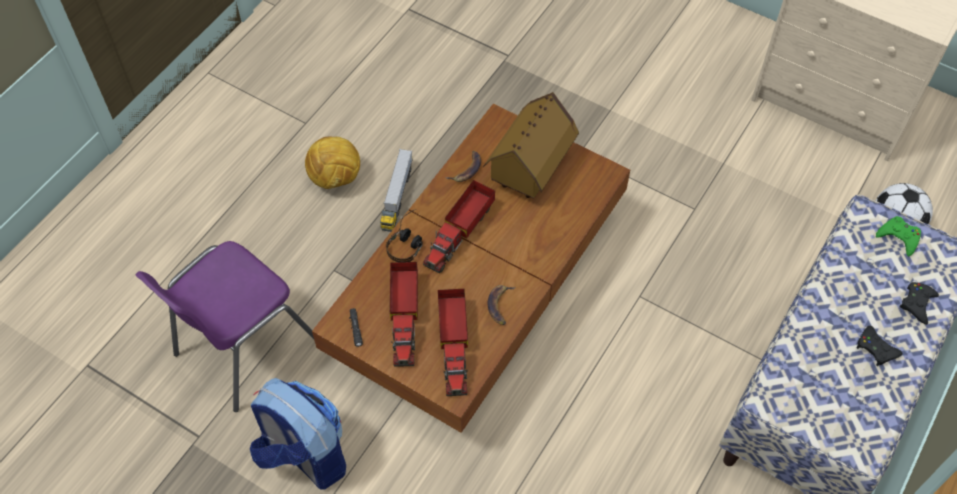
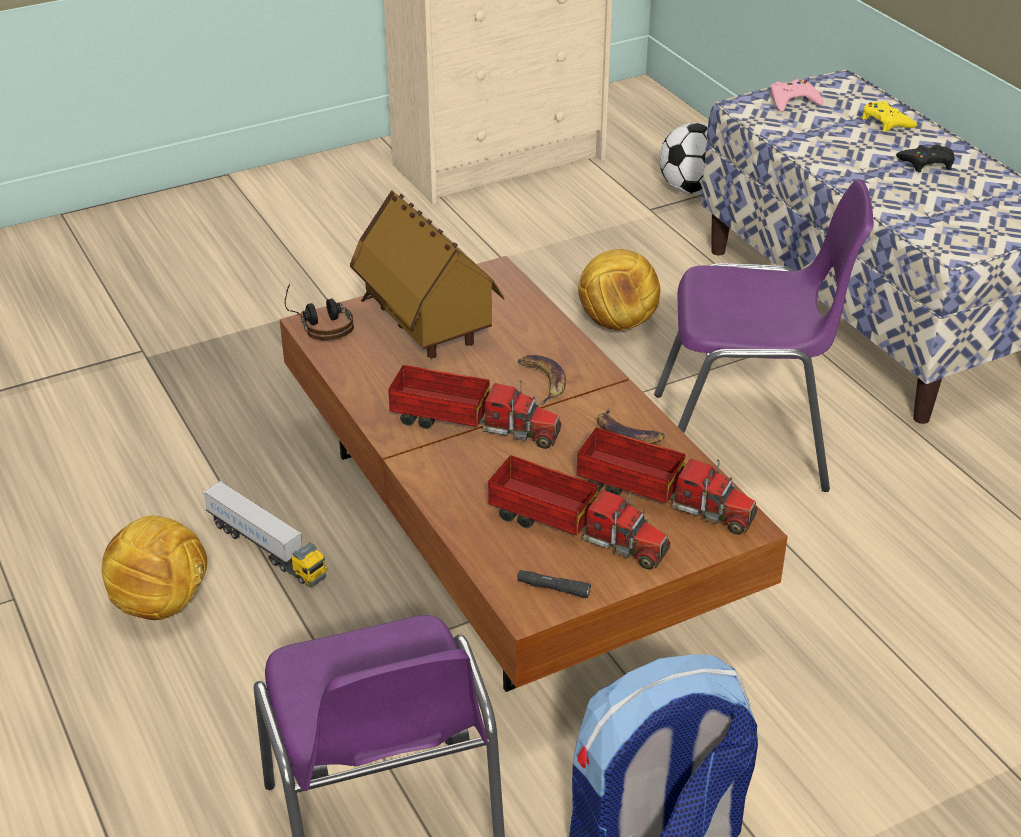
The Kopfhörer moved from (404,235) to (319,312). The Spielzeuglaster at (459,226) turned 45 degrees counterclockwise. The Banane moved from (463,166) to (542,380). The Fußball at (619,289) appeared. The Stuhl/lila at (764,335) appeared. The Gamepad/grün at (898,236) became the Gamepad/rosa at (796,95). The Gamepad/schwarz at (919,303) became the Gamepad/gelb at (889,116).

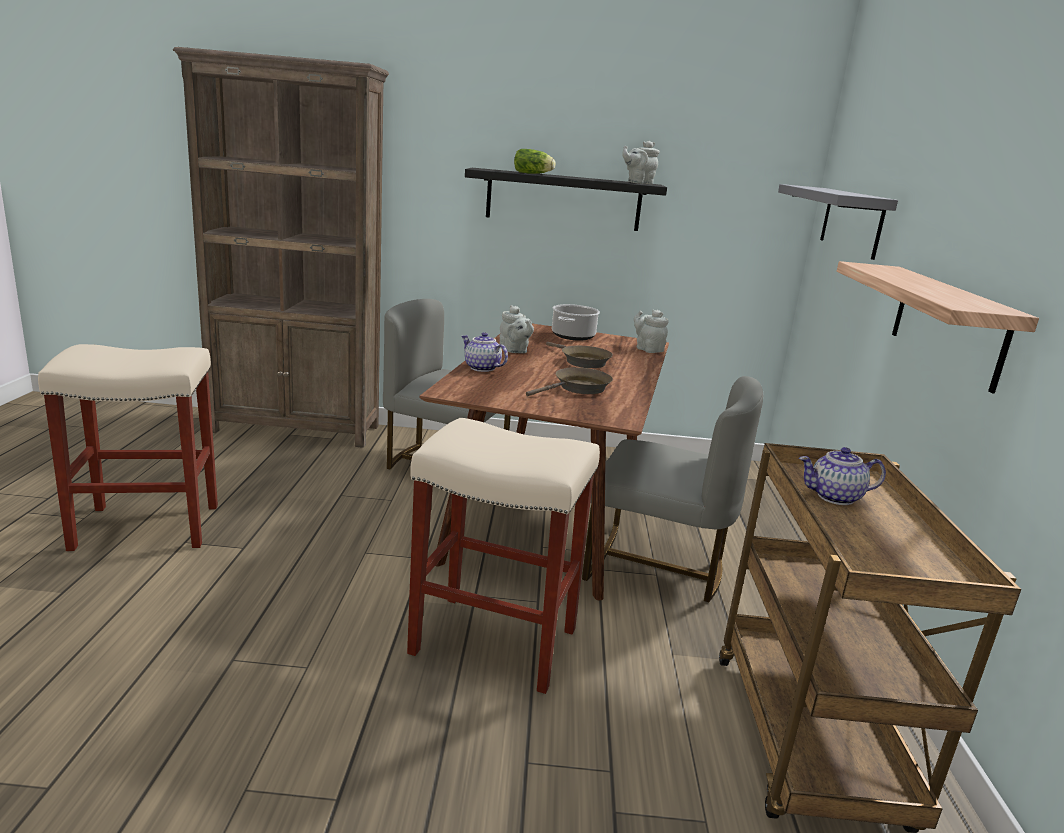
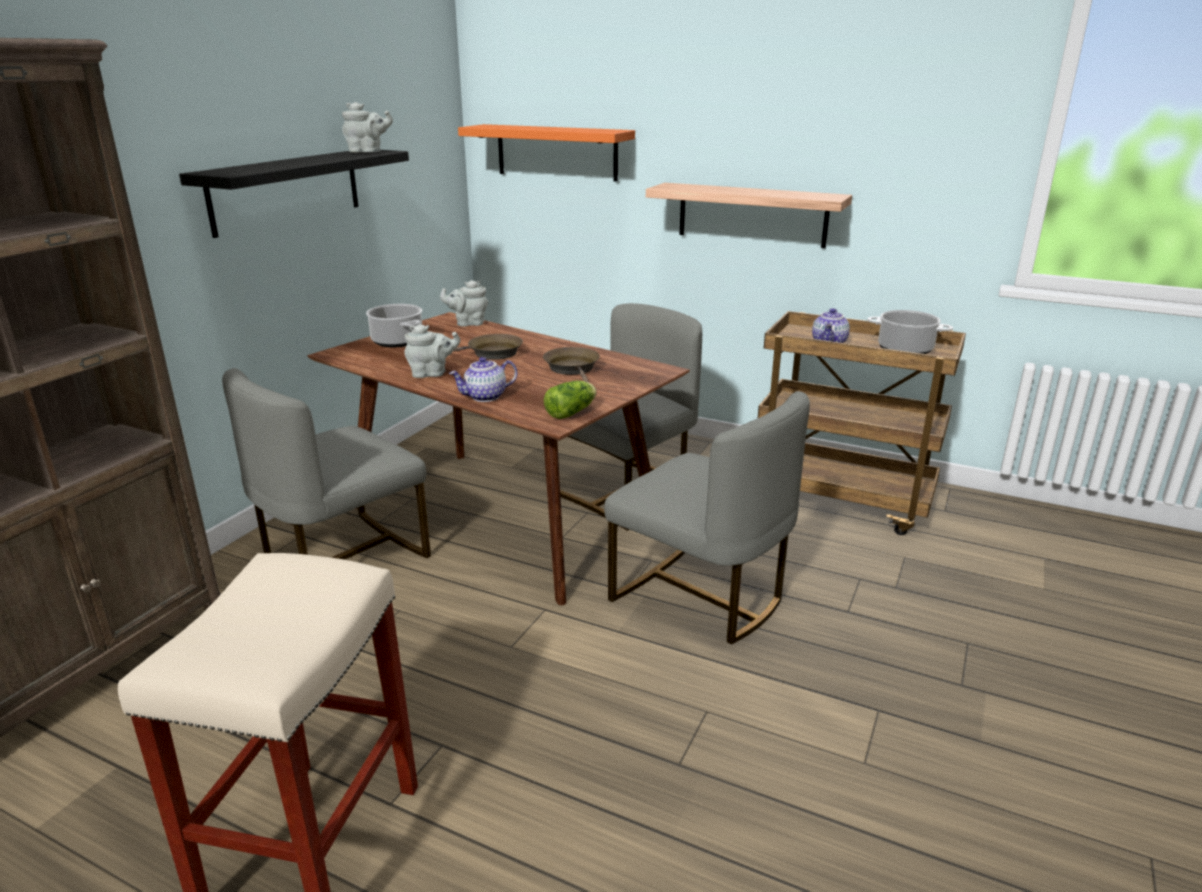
The Teekanne/grau at (641,162) turned 90 degrees counterclockwise. The Wandregal/grau at (838,222) became the Wandregal/orange at (546,153). The Salatkopf moved from (535,161) to (570,400). The Hocker/beige at (503,556) was replaced by the Stuhl/grau at (707,517). The Kochtopf at (910,332) appeared.

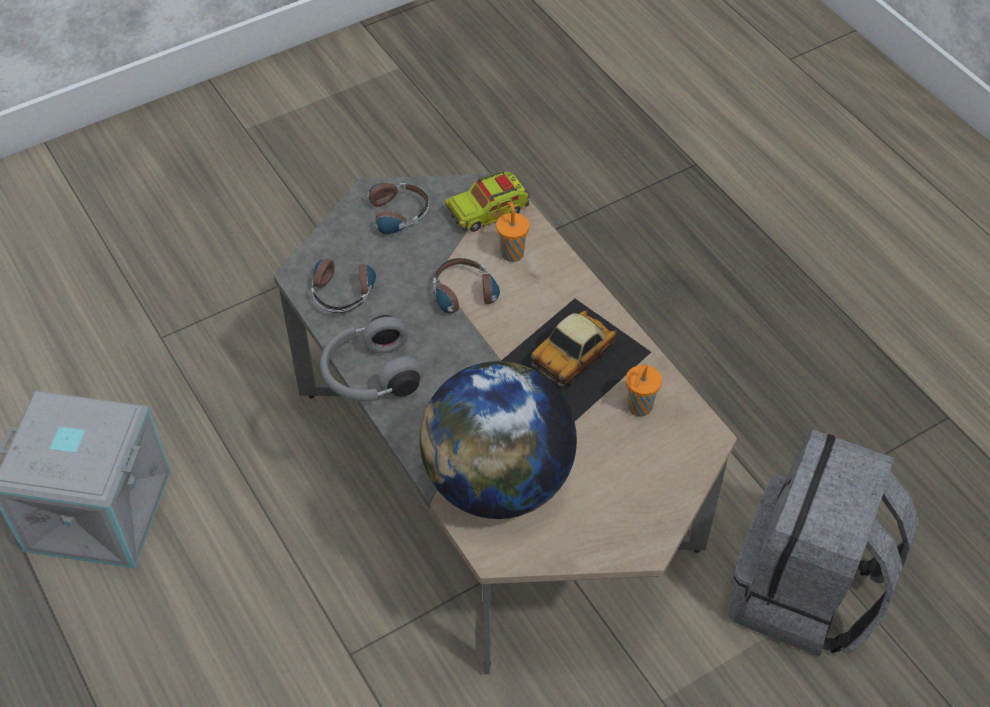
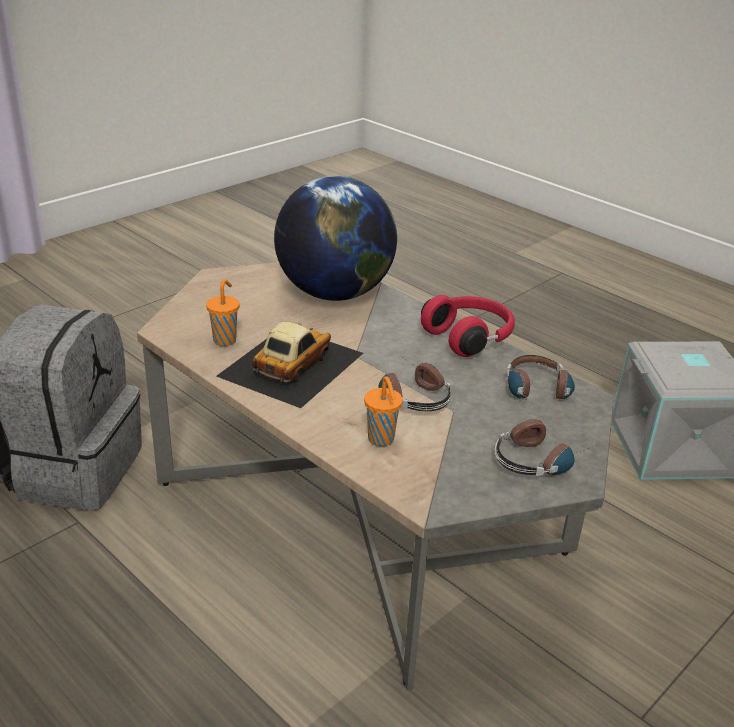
The Kopfhörer/grau at (371,358) became the Kopfhörer/rot at (468,326). The Spielzeuglaster at (487,201) disappeared.

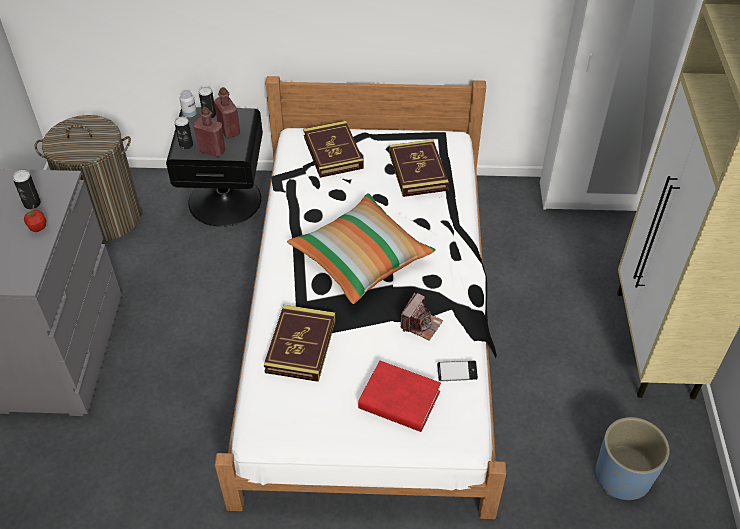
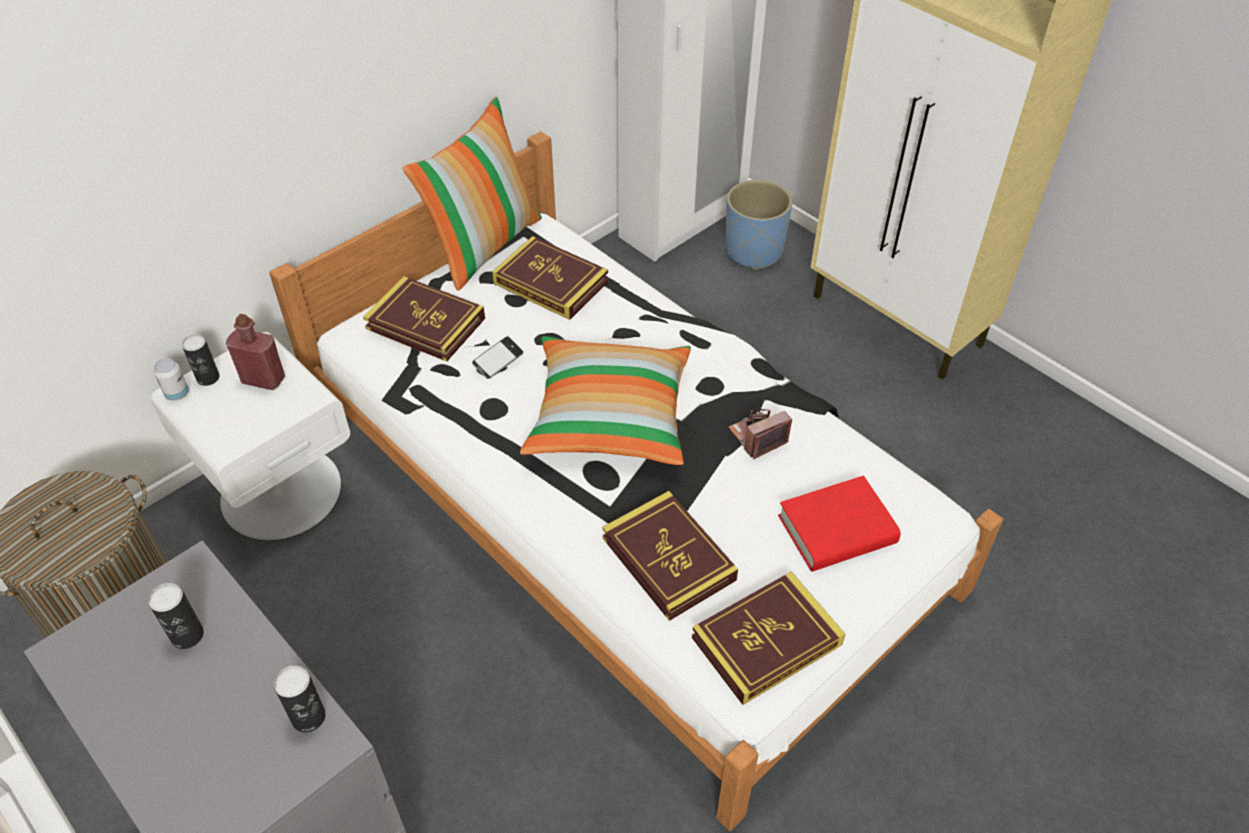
The Nachttisch/schwarz at (214,167) became the Nachttisch/weiß at (250,436). The Dose moved from (183,133) to (300,699). The Kissen at (472,194) appeared. The Handy moved from (457,371) to (497,357). The Buch at (768,638) appeared. The Pflanzkübel/blau moved from (633,458) to (758,225). The Kamera at (421,316) turned 105 degrees counterclockwise. The Apfel at (35,218) disappeared. The Flasche/rot at (209,132) disappeared.

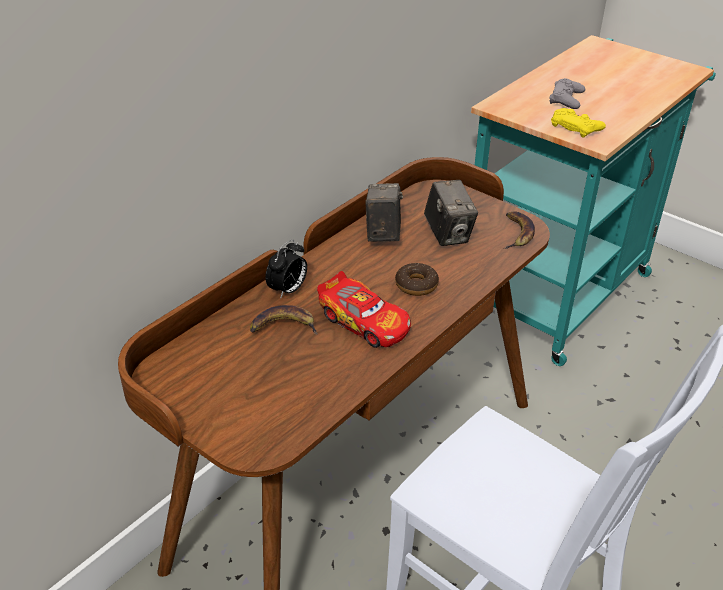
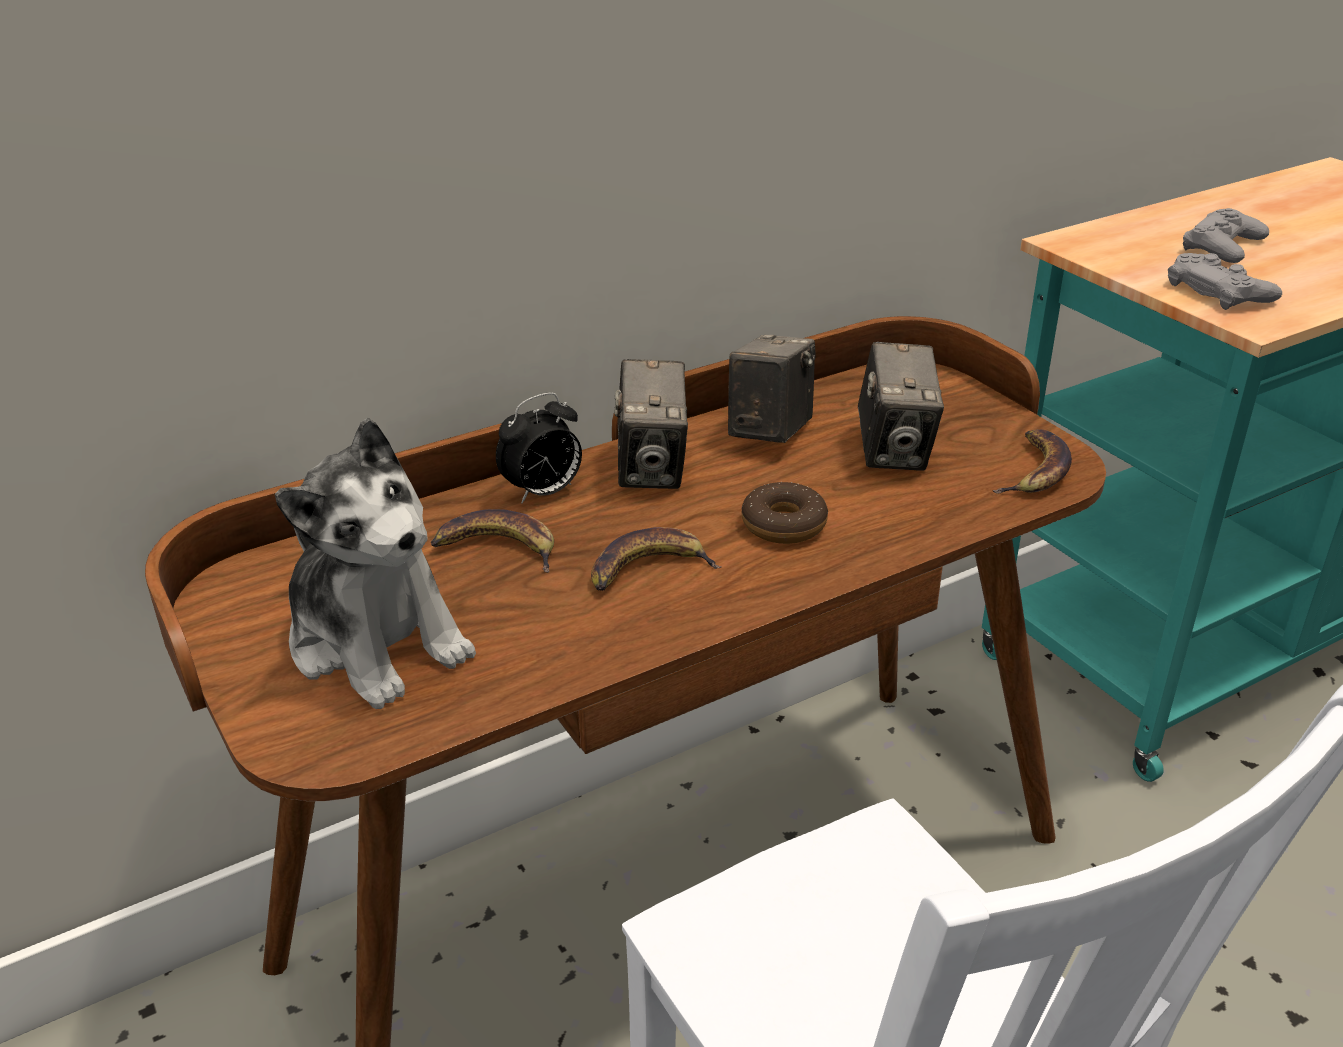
The Plüschtier at (375,563) appeared. The Spielzeugauto at (364,309) was replaced by the Banane at (656,559). The Kamera at (651,424) appeared. The Gamepad/gelb at (578,123) became the Gamepad/grau at (1225,281).

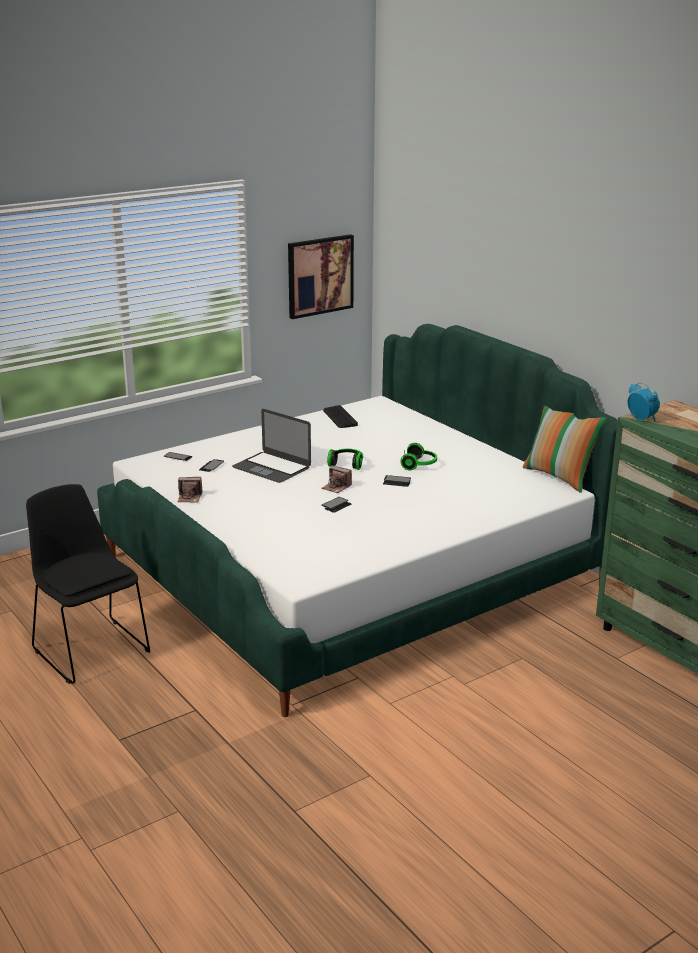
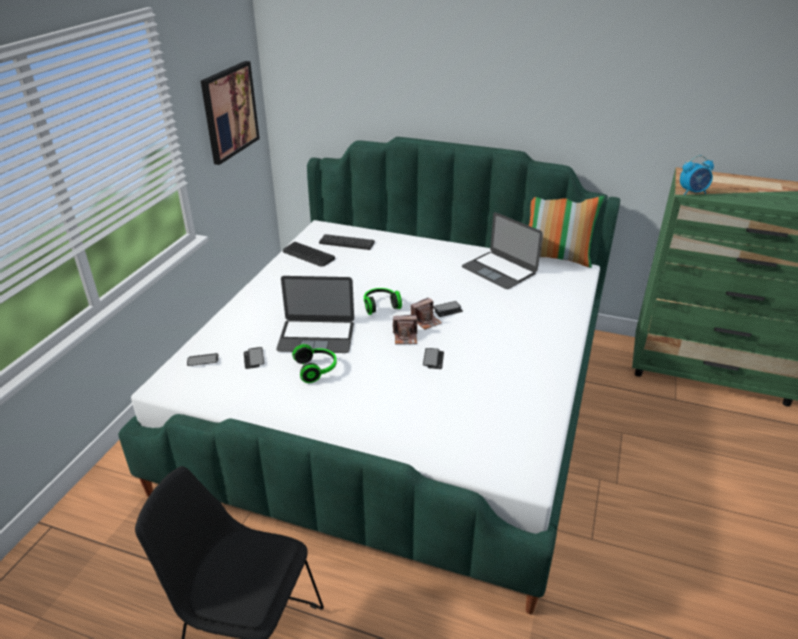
The Kopfhörer moved from (418,456) to (314,363). The Tastatur at (347,242) appeared. The Kamera moved from (190,489) to (426,314). The Laptop at (502,250) appeared. The Wecker at (643,402) turned 150 degrees clockwise.

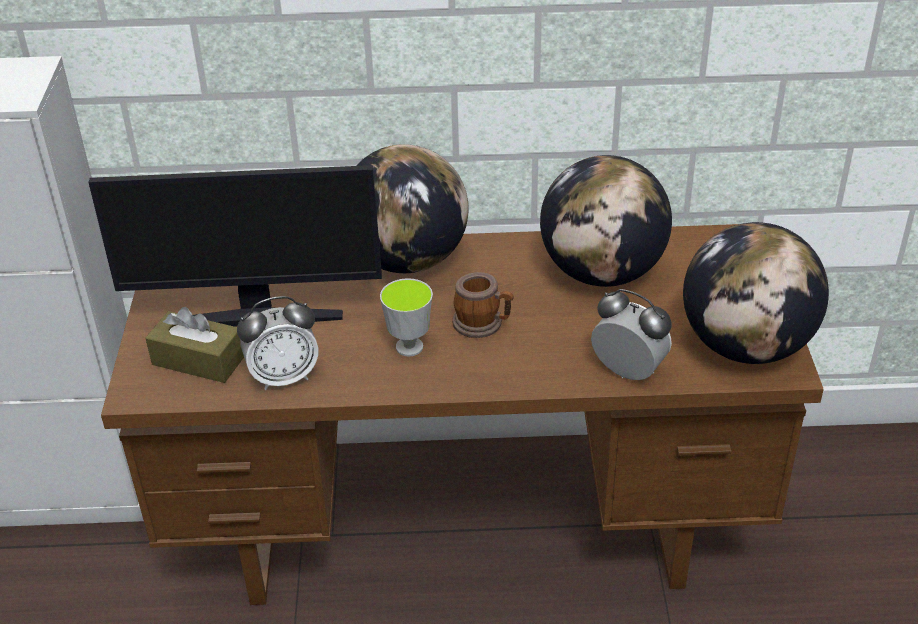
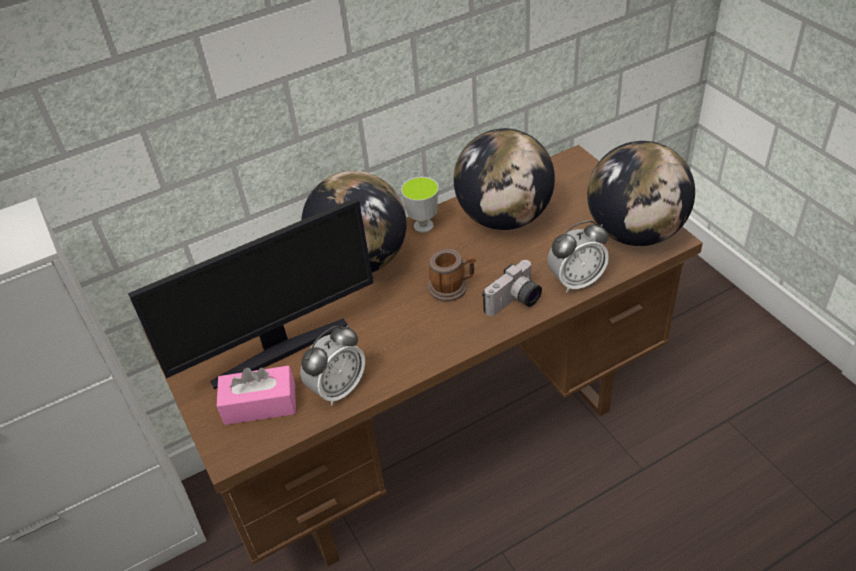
The Taschentuchbox/braun at (194,345) became the Taschentuchbox/rosa at (256,395). The Tasse moved from (406,317) to (420,205). The Kamera at (512,288) appeared. The Wecker at (631,334) turned 150 degrees clockwise.

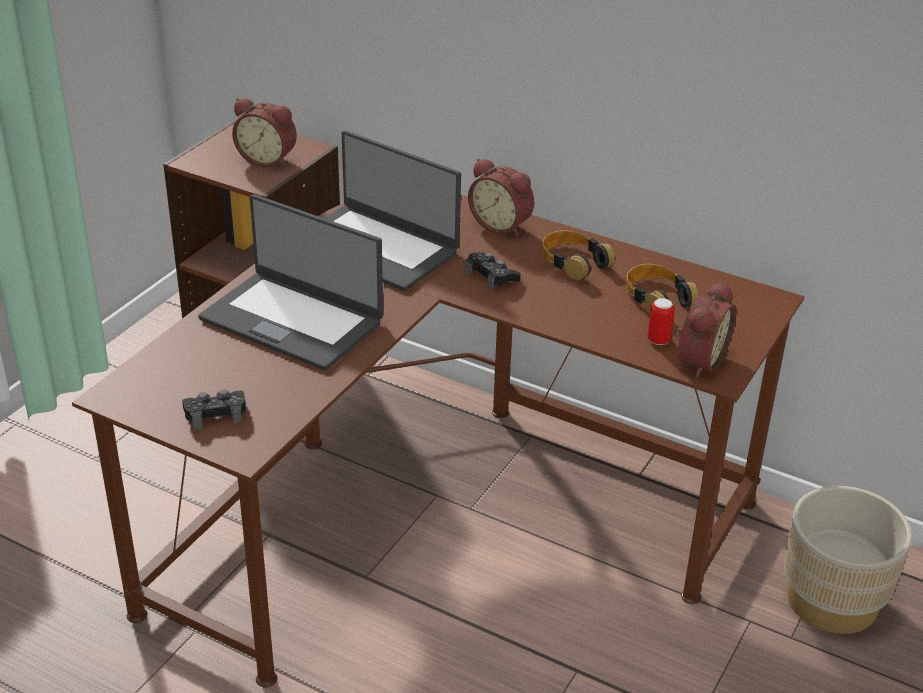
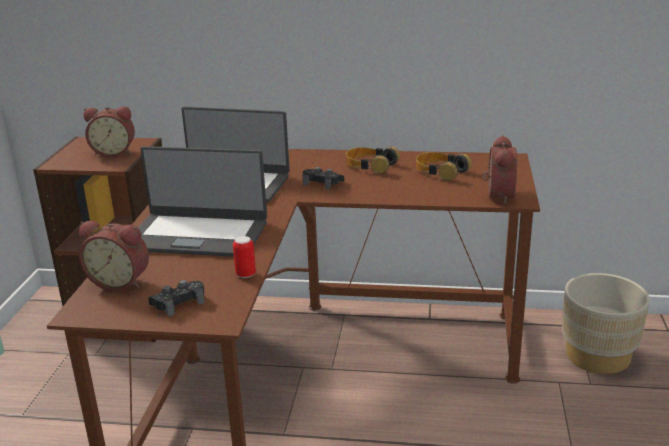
The Wecker moved from (501,197) to (114,256). The Dose moved from (661,321) to (244,257).

